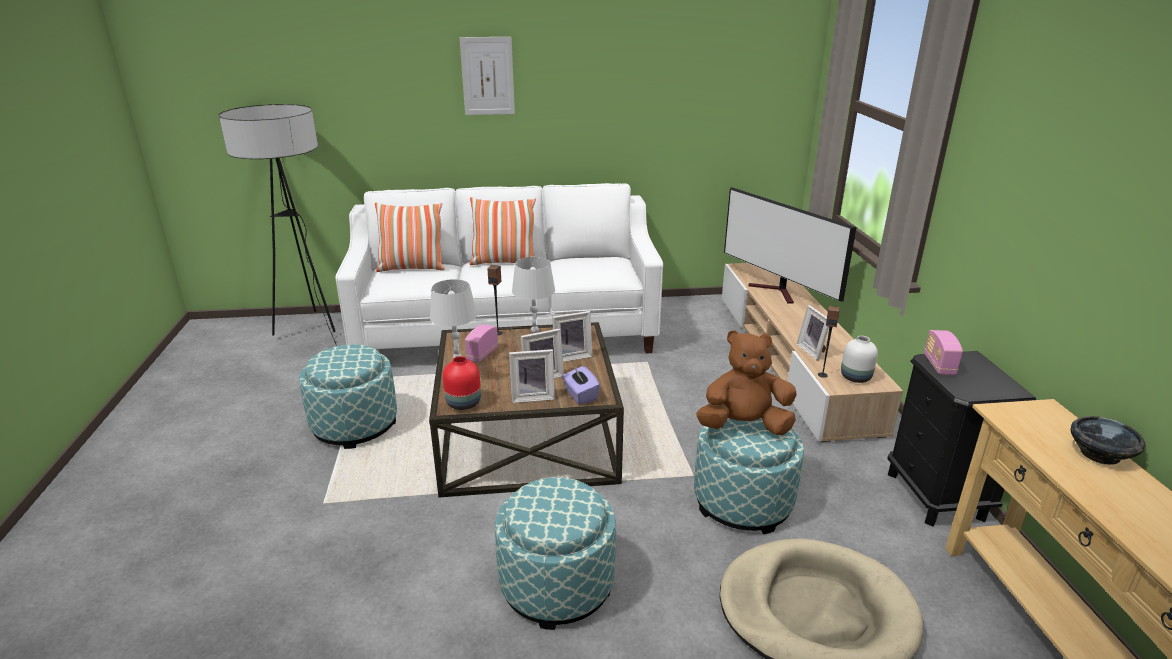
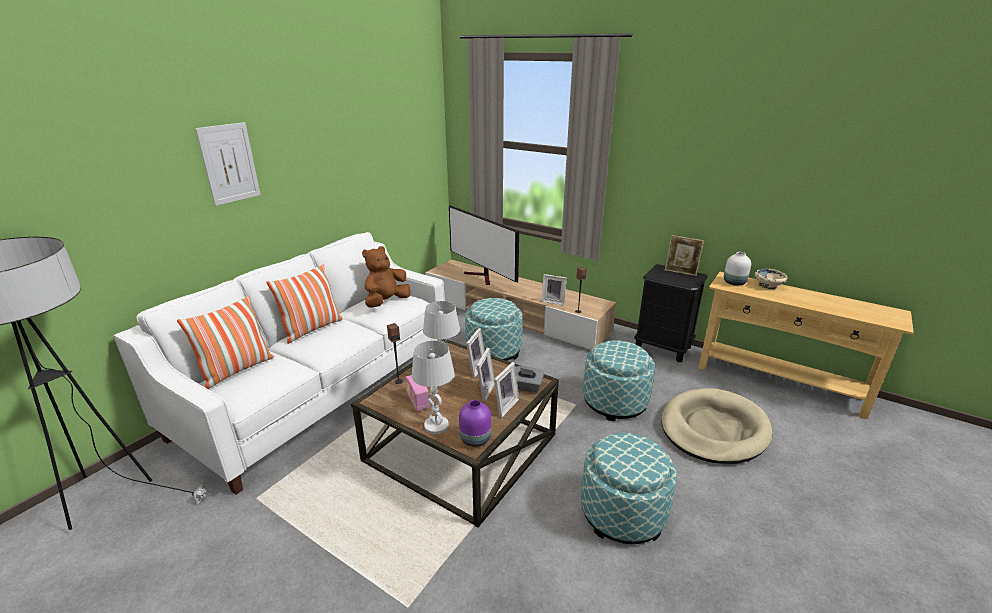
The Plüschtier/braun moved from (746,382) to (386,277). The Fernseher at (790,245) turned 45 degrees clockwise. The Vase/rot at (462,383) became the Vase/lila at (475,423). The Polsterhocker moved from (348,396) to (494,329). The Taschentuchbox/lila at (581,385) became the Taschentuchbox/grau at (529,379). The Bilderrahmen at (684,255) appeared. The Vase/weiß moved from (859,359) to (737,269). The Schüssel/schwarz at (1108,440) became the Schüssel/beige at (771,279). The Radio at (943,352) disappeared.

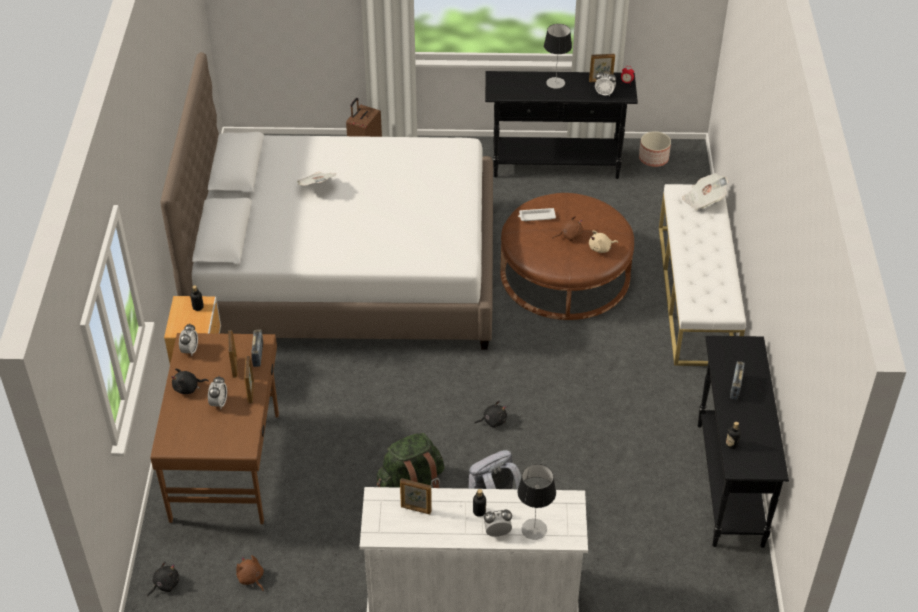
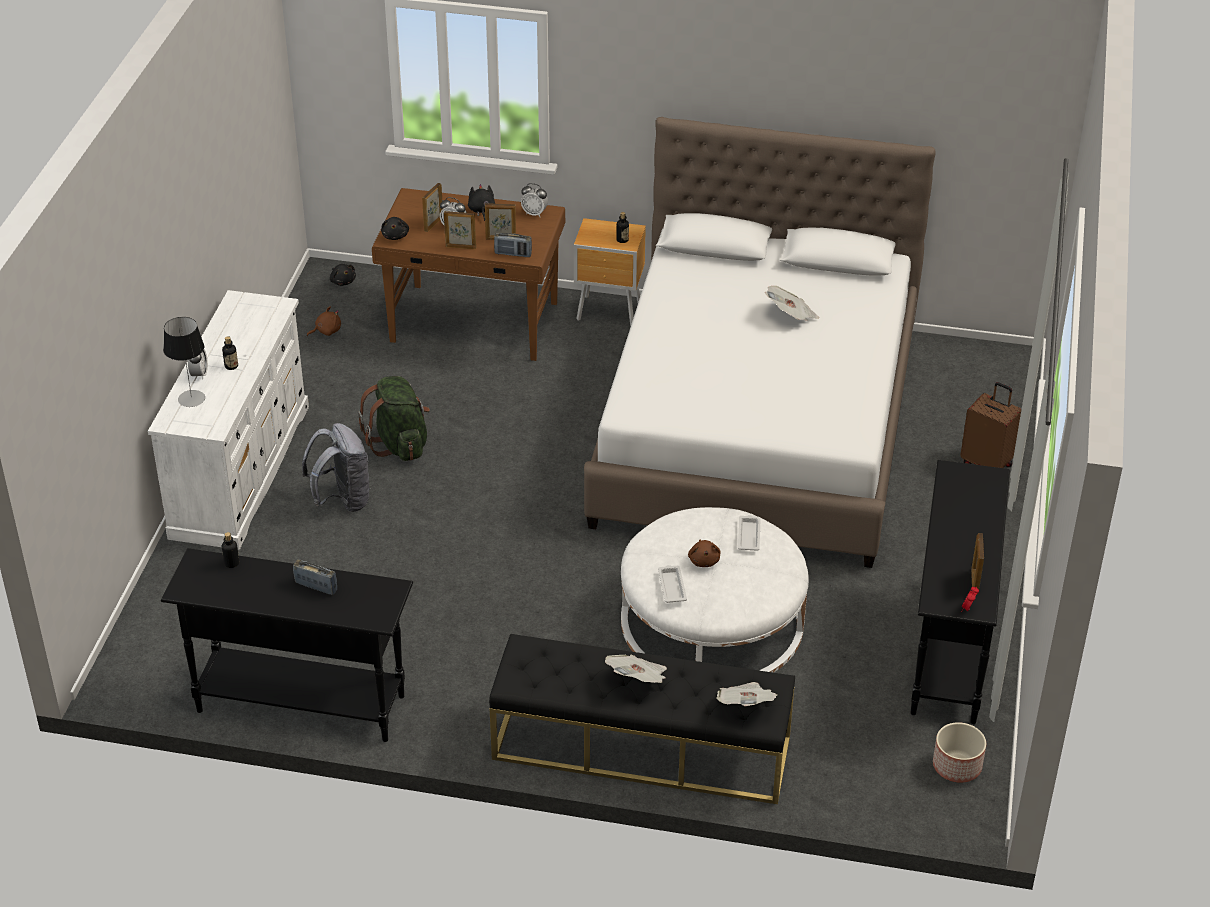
The Plüschtier/schwarz moved from (490,414) to (395,228). The Bilderrahmen moved from (416,496) to (432,207). The Bank/weiß at (702,275) became the Bank/schwarz at (642,719). The Zeitung at (636,669) appeared. The Polsterhocker/braun at (567,256) became the Polsterhocker/weiß at (715,590). The Plüschtier/beige at (603,241) was replaced by the Tablett/weiß at (672,584). The Tischlampe at (558,56) disappeared. The Wecker at (605,83) disappeared.

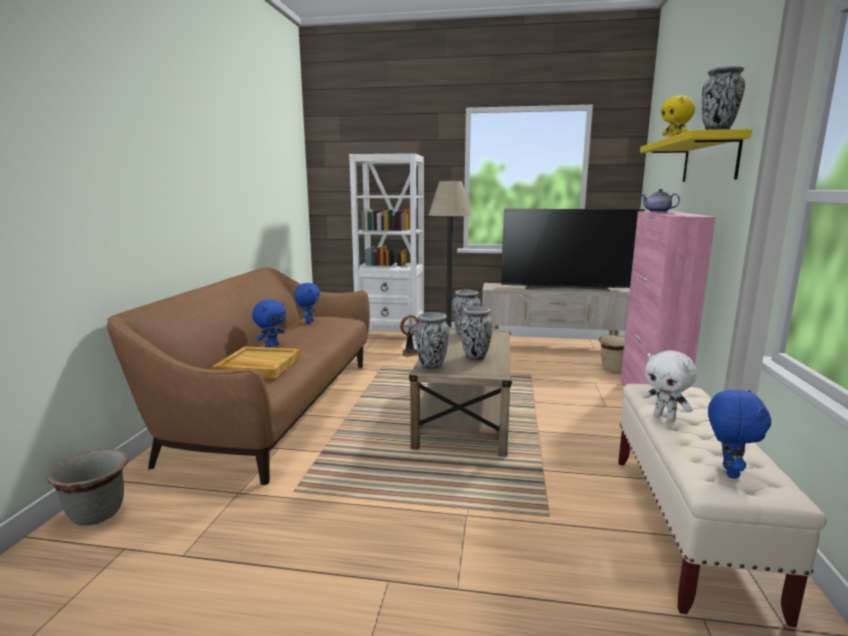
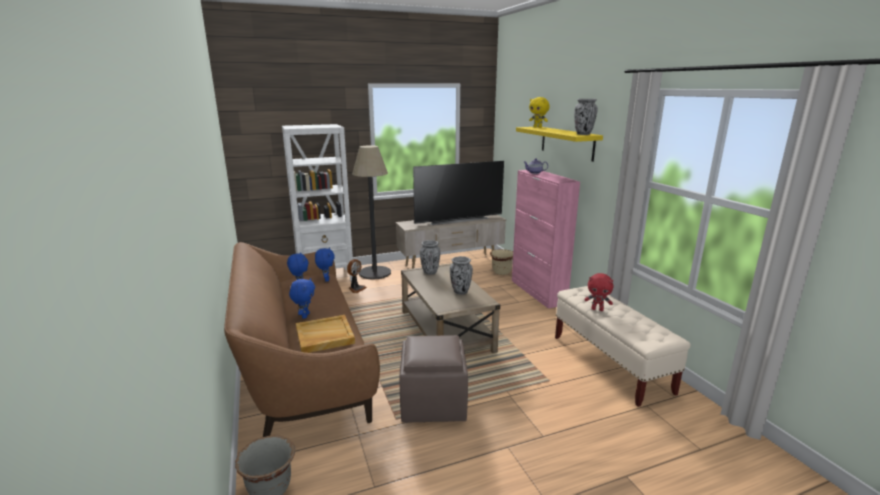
The Plüschtier/blau moved from (739,434) to (325,265). The Polsterhocker/braun at (433,379) appeared. The Plüschtier/weiß at (669,385) became the Plüschtier/rot at (598,292). The Vase at (432,341) disappeared.

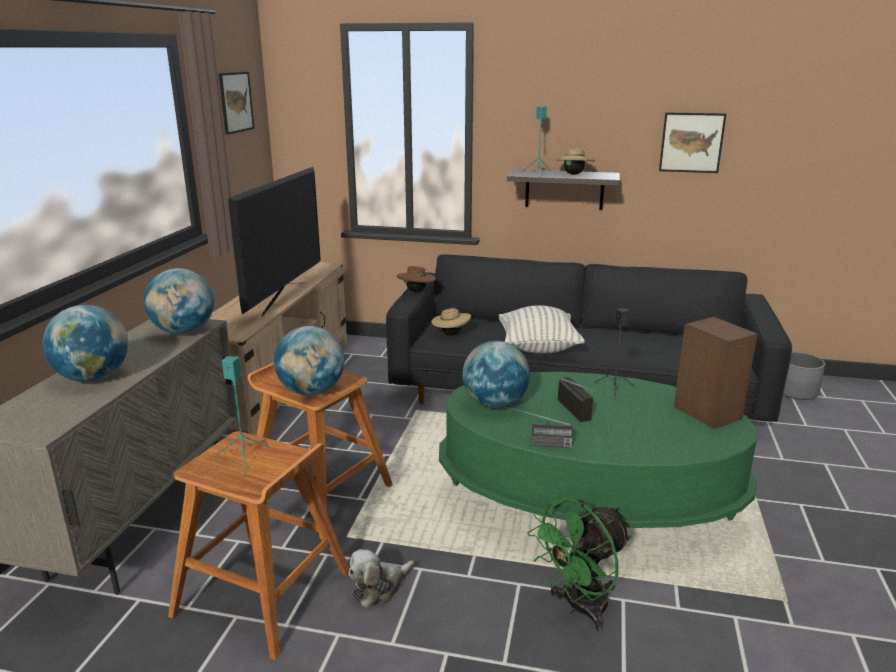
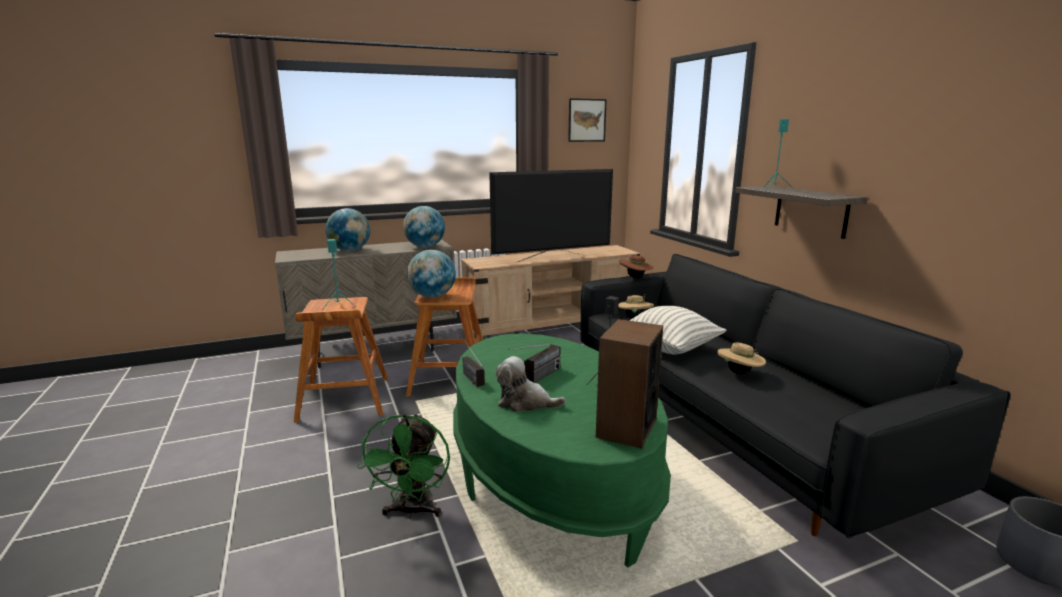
The Ventilator/grün at (579,564) turned 105 degrees counterclockwise. The Plüschtier moved from (381,578) to (531,384). The Hut/beige moved from (575,162) to (741,358). The Globus at (496,374) disappeared. The Bild at (692,142) disappeared.

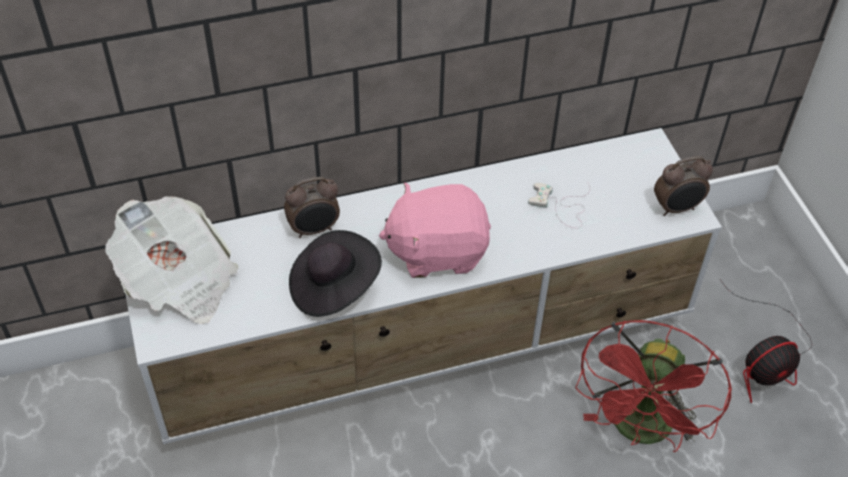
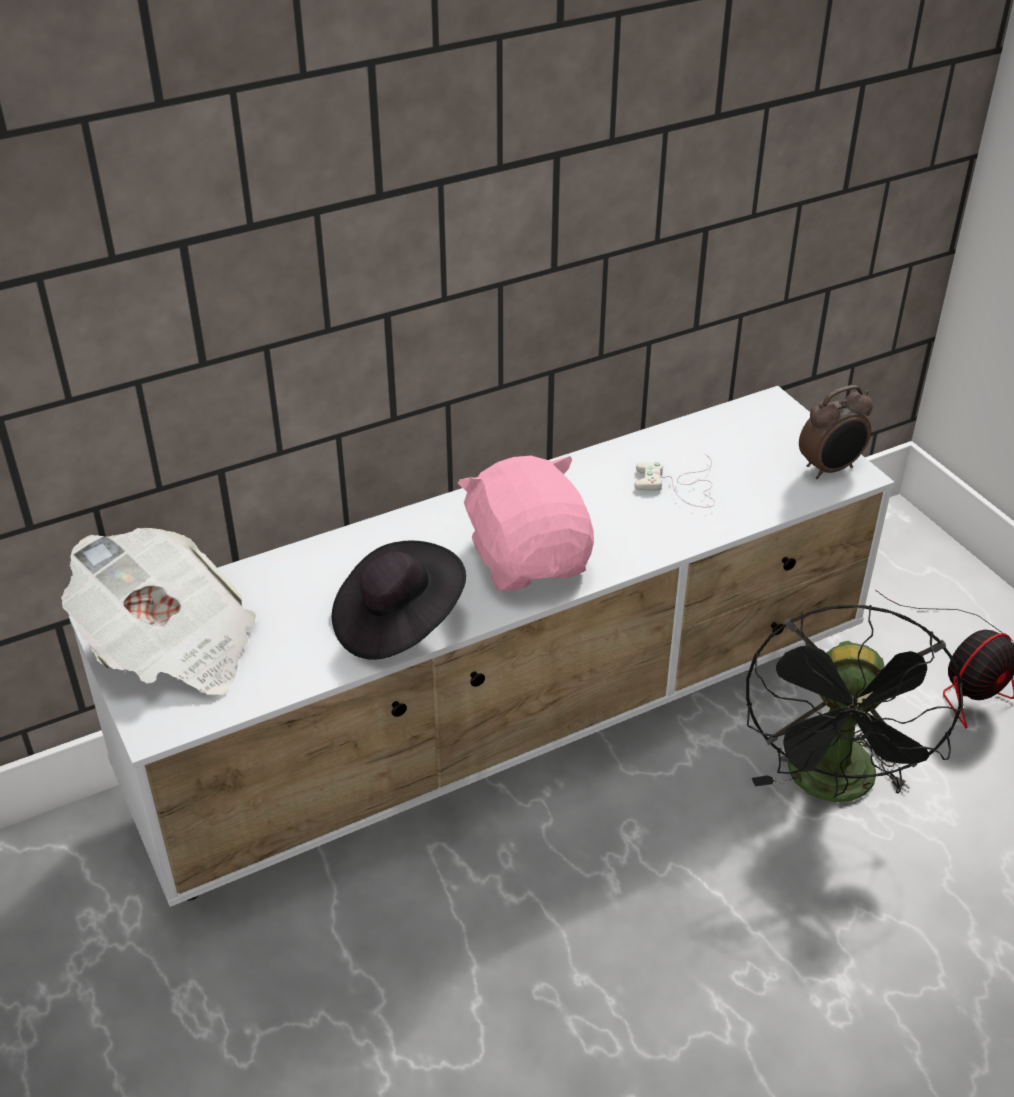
The Plüschtier/rosa at (435,230) turned 90 degrees clockwise. The Ventilator/rot at (653,386) became the Ventilator/schwarz at (854,703). The Wecker at (312,207) disappeared.

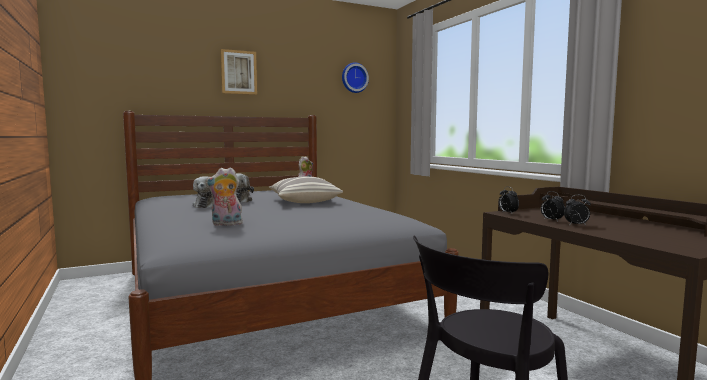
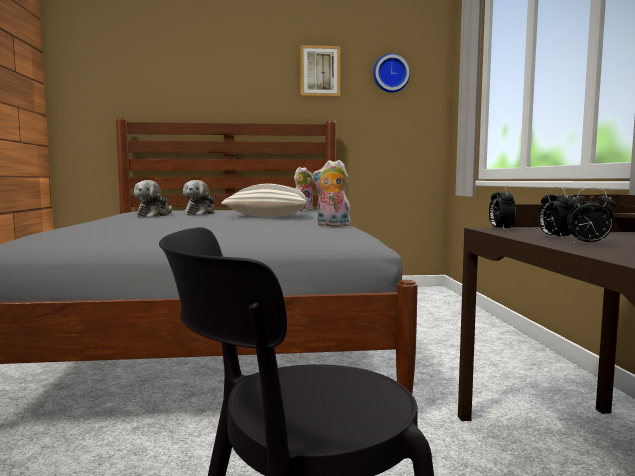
The Bild moved from (238,72) to (320,71). The Plüschtier moved from (224,196) to (332,193).

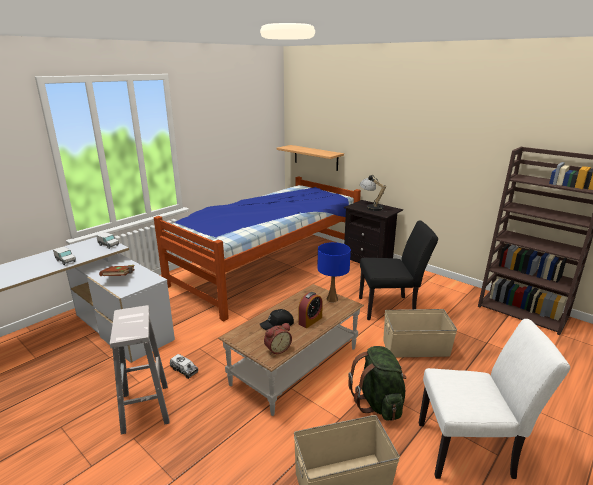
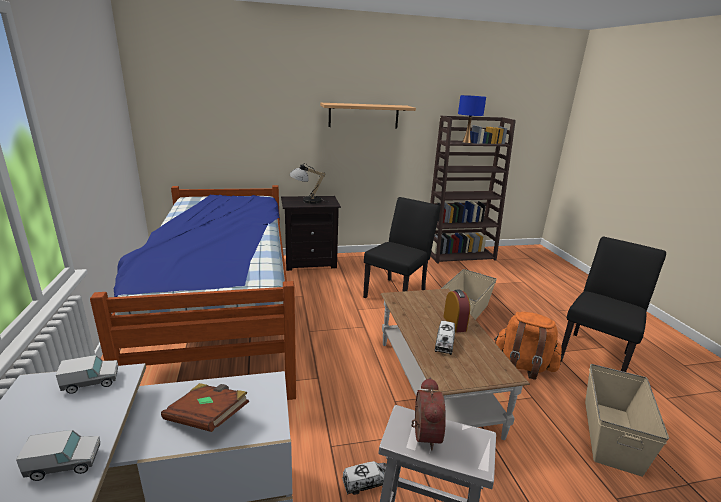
The Wandregal moved from (310,158) to (368,116). The Wecker moved from (278,339) to (428,414). The Kappe/schwarz at (277,319) was replaced by the Spielzeuglaster at (445,338). The Tischlampe/blau moved from (334,272) to (472,119). The Rucksack/grün at (377,383) became the Rucksack/orange at (528,346). The Stuhl/weiß at (494,399) became the Stuhl/schwarz at (613,304).

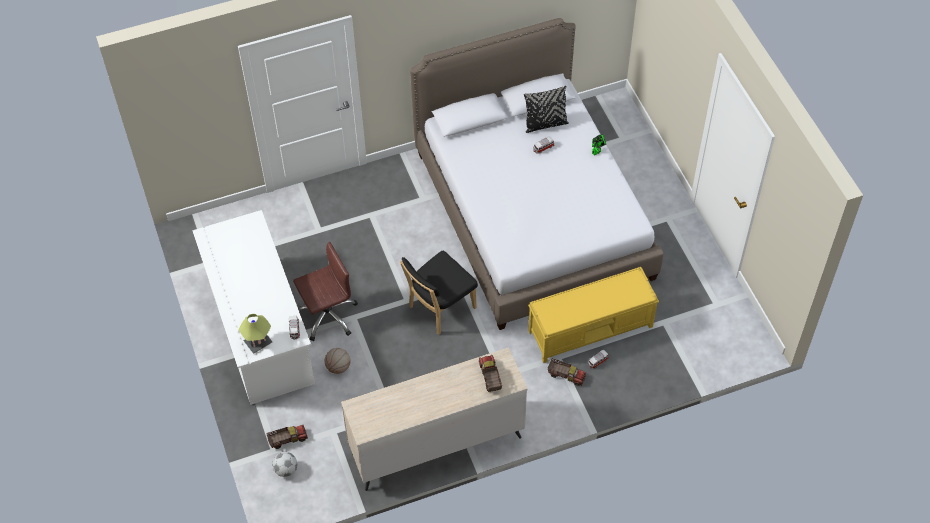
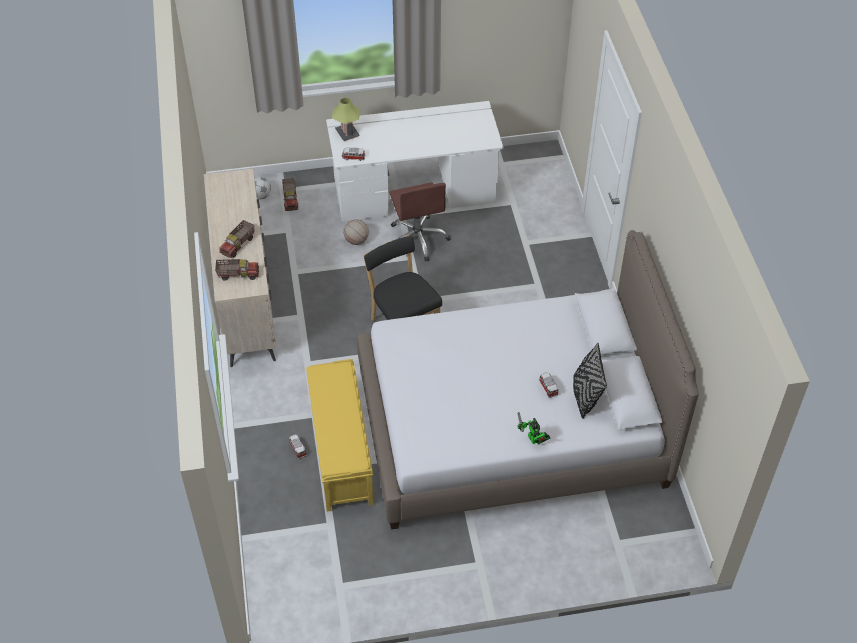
The Spielzeuglaster moved from (567,372) to (237,239).

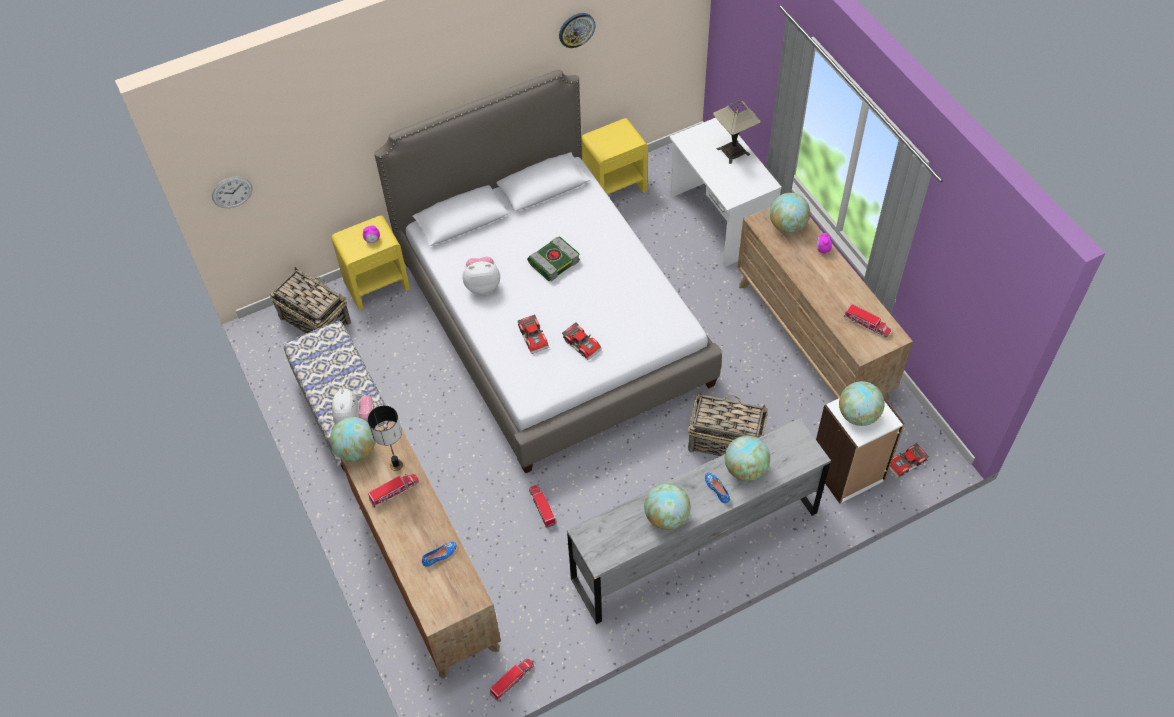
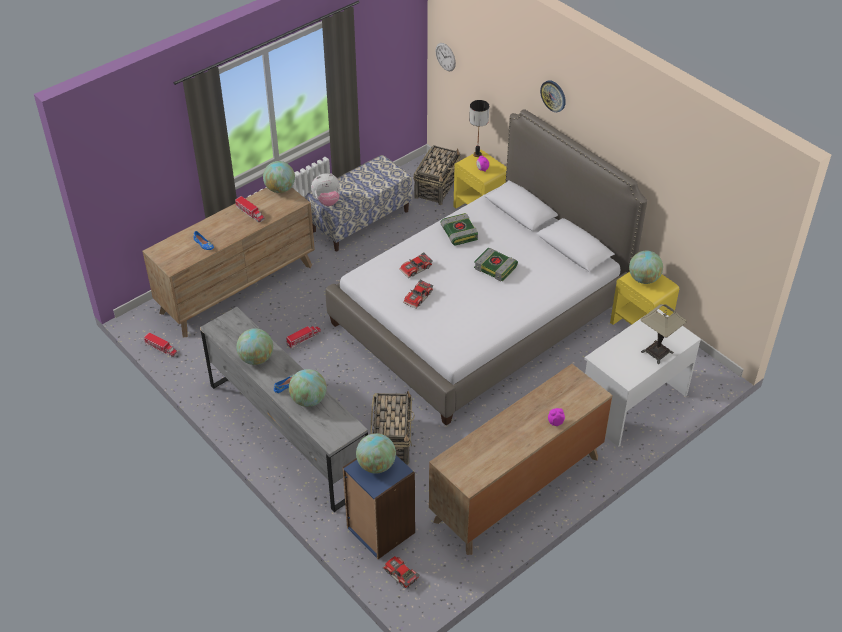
The Bücherregal/weiß at (860,443) became the Bücherregal/blau at (378,507). The Plüschtier at (481,275) was replaced by the Buch at (459,229). The Tischlampe moved from (385,438) to (479,128). The Wanduhr moved from (577,30) to (553,96). The Globus moved from (790,213) to (646,267). The Spielzeuglaster at (867,320) disappeared.

